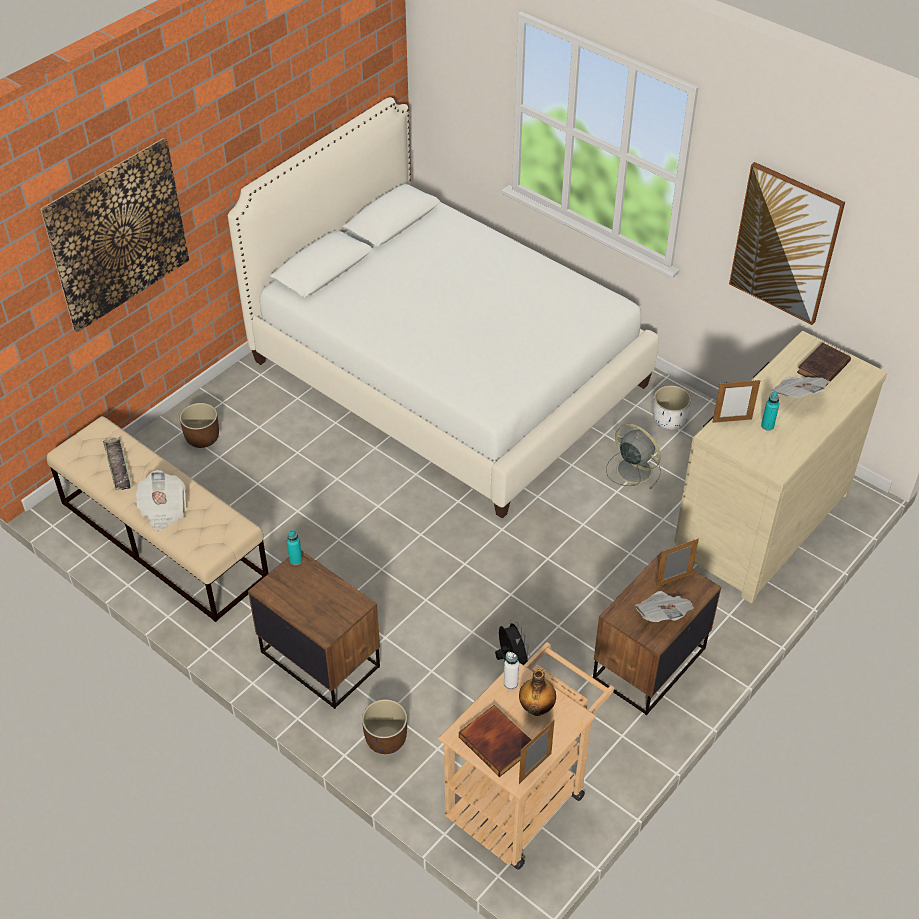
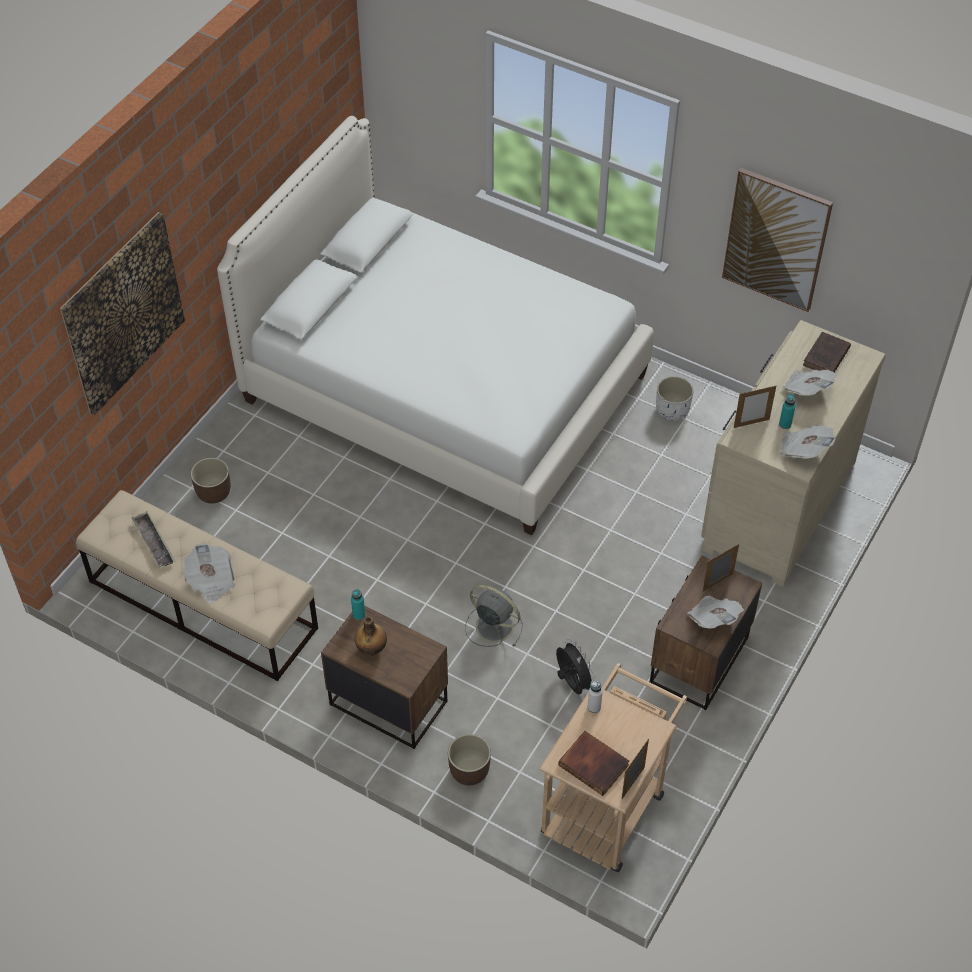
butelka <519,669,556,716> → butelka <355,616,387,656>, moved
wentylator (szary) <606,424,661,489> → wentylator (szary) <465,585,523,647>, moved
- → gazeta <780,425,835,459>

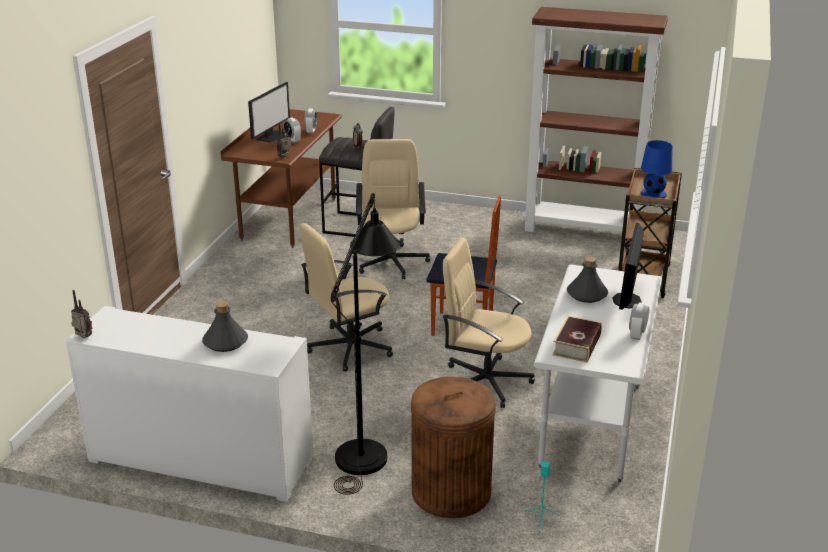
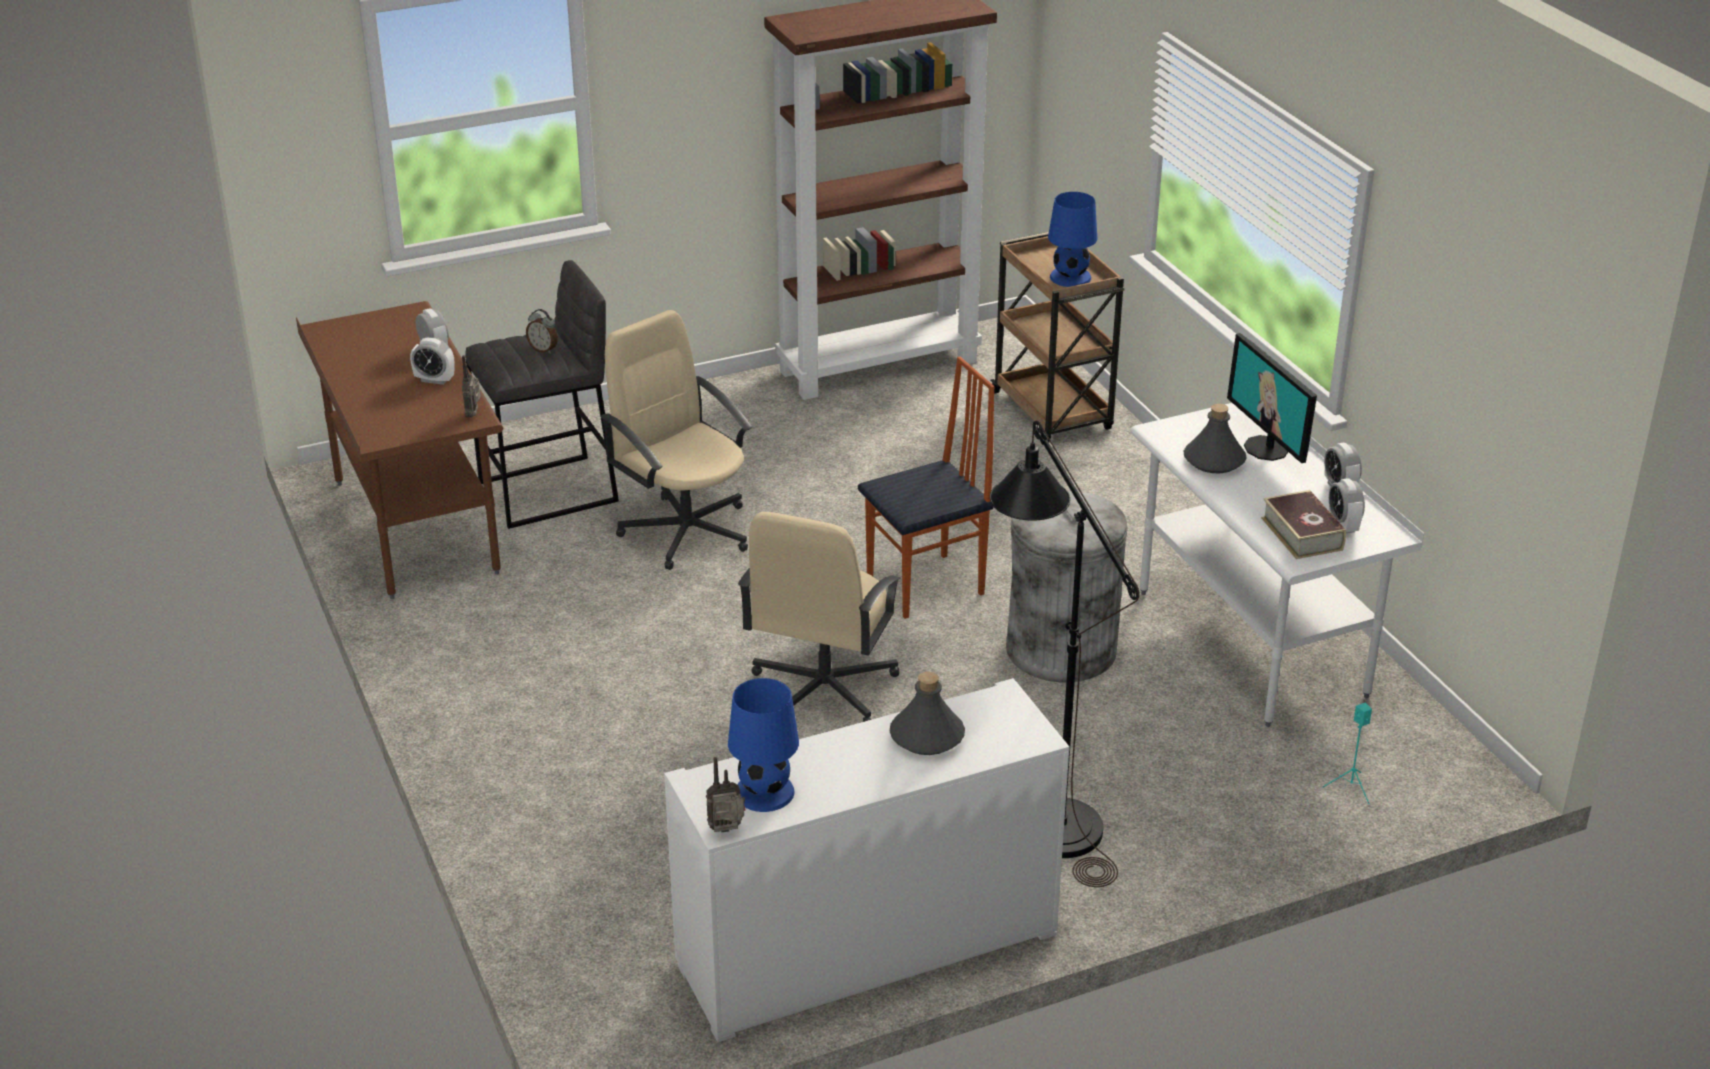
- → lampa stołowa (niebieski) <728,678,799,812>
krzesło biurowe (beżowy) <443,237,535,408> → kosz na śmieci (szary) <1006,490,1127,682>
- → budzik <1329,478,1365,533>
monitor <248,82,290,143> → -
kosz na śmieci (brązowy) <411,377,496,518> → -

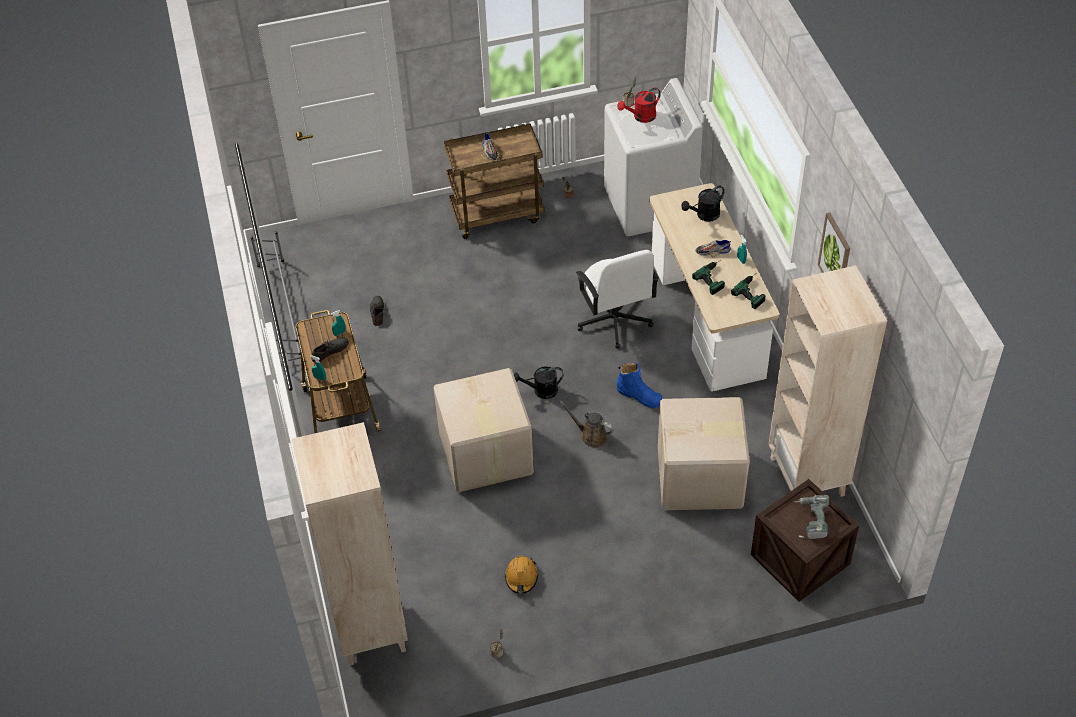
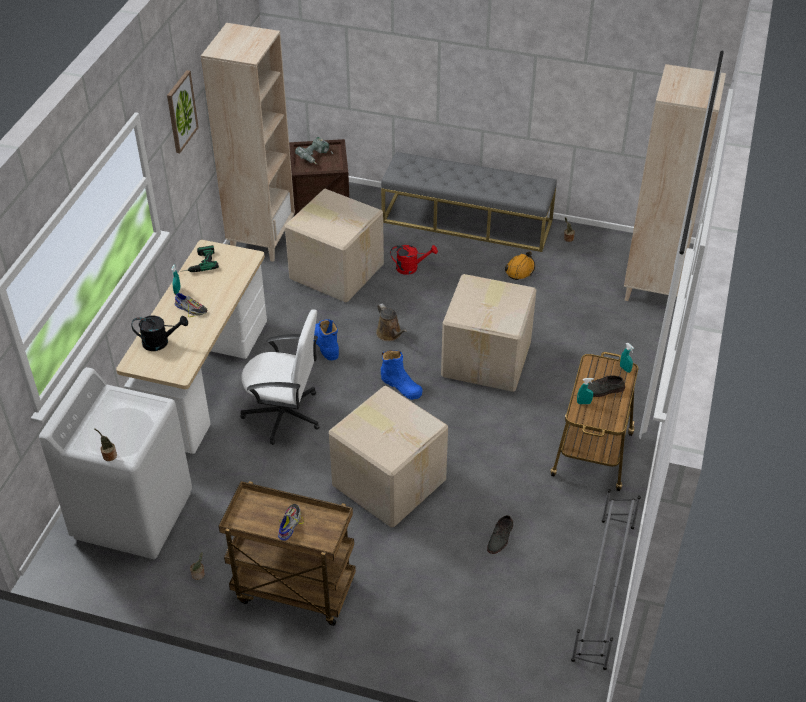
krzesło biurowe (biały) <576,250,659,349> → krzesło biurowe (biały) <241,309,320,445>, 90 degrees clockwise
- → karton <329,386,448,527>
- → ławka (szary) <381,152,557,252>
konewka (czarny) <514,366,563,399> → but z cholewką (niebieski) <381,350,423,400>
konewka (czerwony) <617,88,660,123> → konewka (czerwony) <391,245,438,275>, moved
wiertarka <692,260,725,295> → -

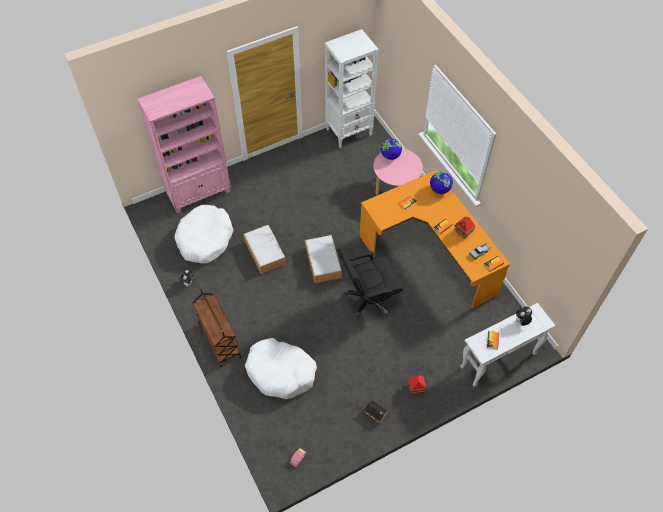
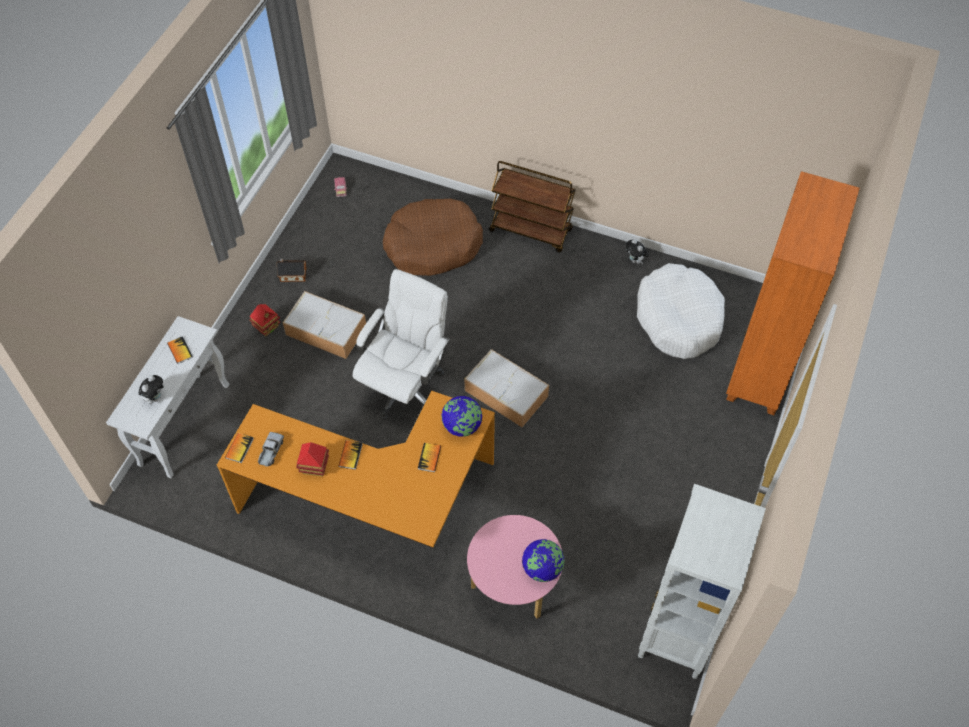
pojemnik do przechowywania <244,225,286,274> → pojemnik do przechowywania <283,291,366,359>, moved
krzesło biurowe (czarny) <338,248,403,320> → krzesło biurowe (biały) <353,269,450,421>
legowisko (biały) <245,338,317,399> → legowisko (brązowy) <383,199,483,276>
globus <430,171,453,194> → globus <441,396,482,437>, moved
regał (różowy) <138,76,231,213> → regał (pomarańczowy) <726,171,860,415>

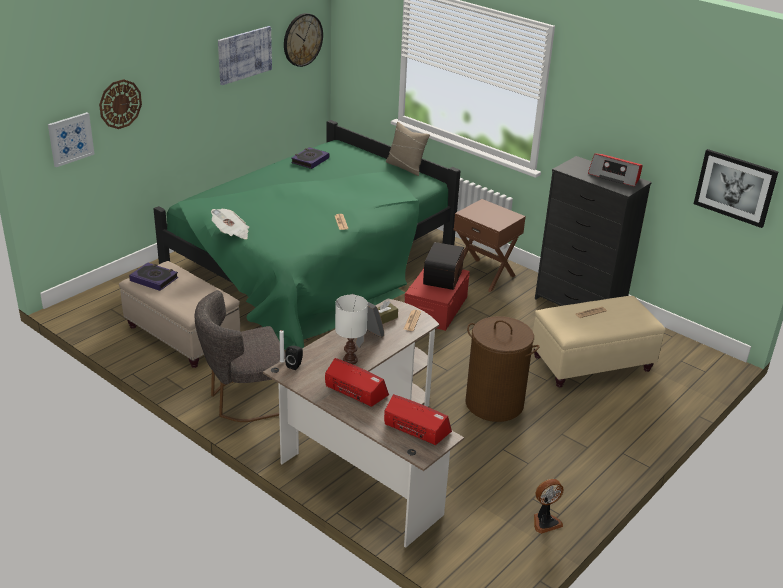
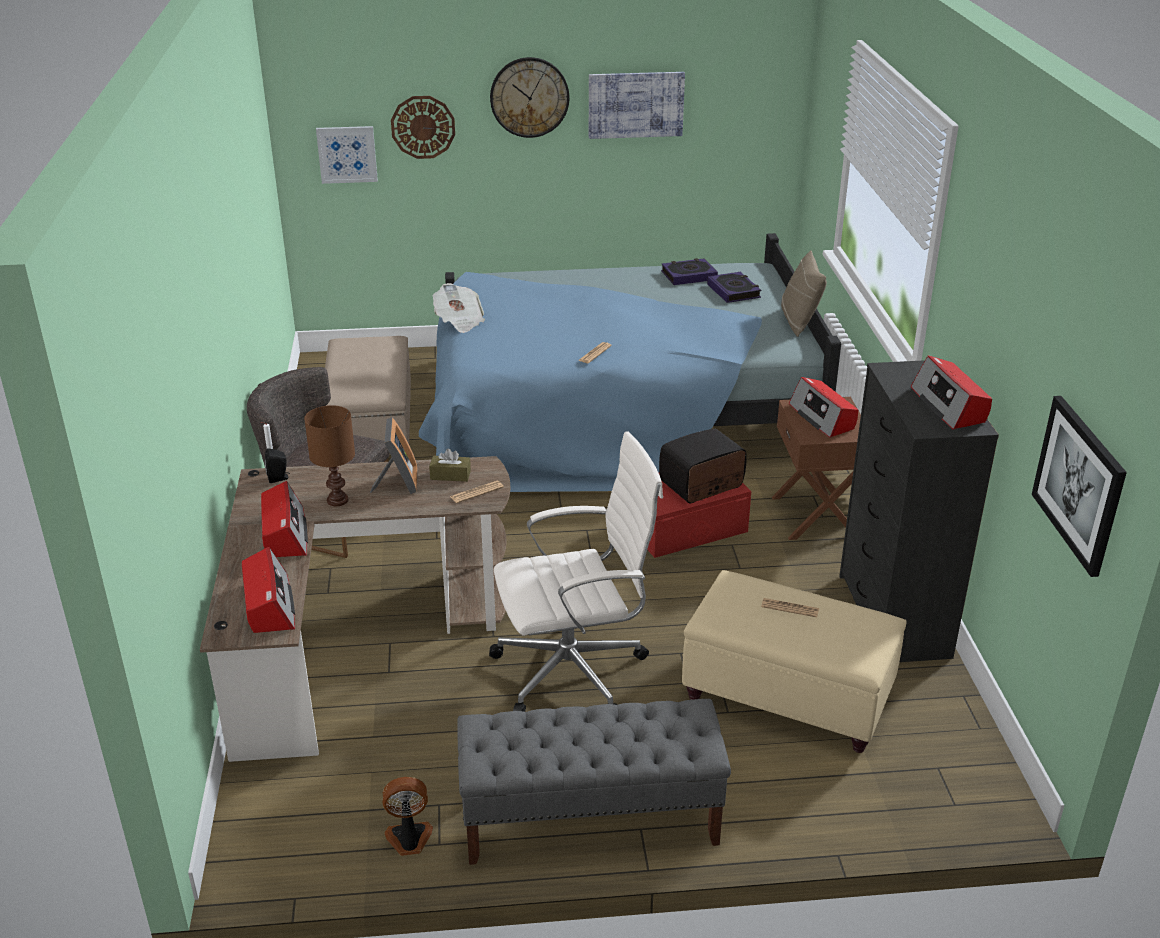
lampa stołowa (biały) <335,295,368,365> → lampa stołowa (brązowy) <304,405,355,506>
wentylator <534,479,564,534> → wentylator <383,777,433,856>, 150 degrees clockwise
łóżko (zielony) <154,120,461,350> → łóżko (niebieski) <419,233,842,492>
- → ławka (szary) <458,699,731,865>
kosz na pranie (brązowy) <465,316,540,422> → krzesło biurowe (biały) <489,431,663,712>
zegar ścienny <284,13,323,67> → zegar ścienny <490,57,569,138>, moved
książka <129,263,178,291> → książka <707,272,761,303>, moved
- → radio <789,377,858,438>

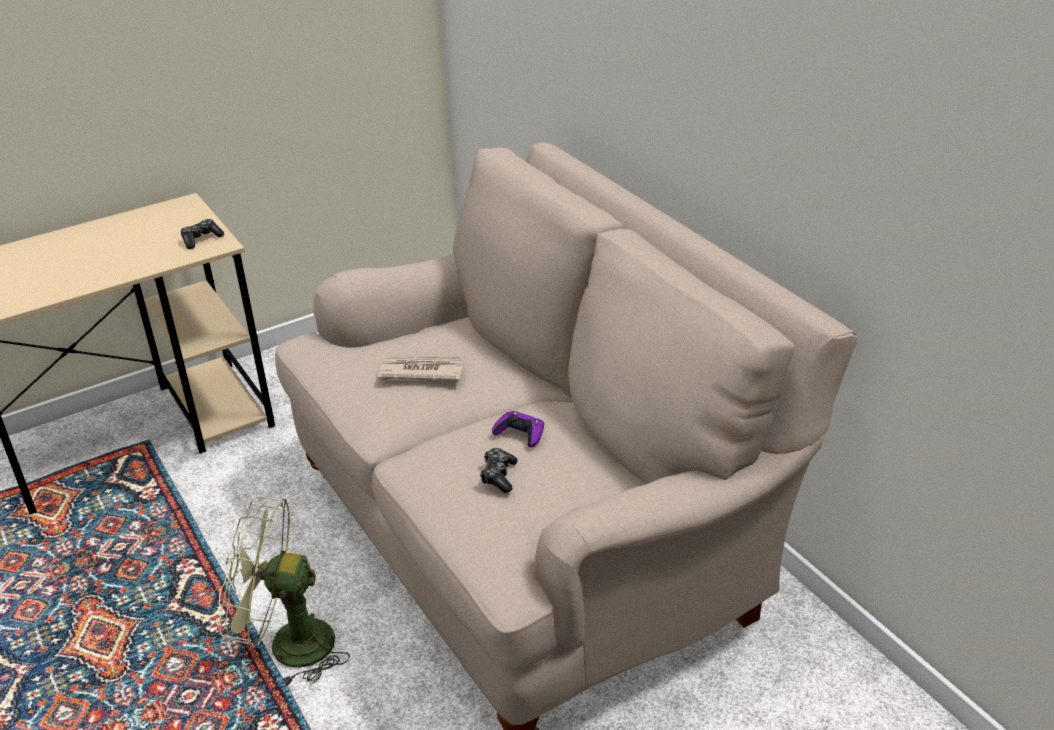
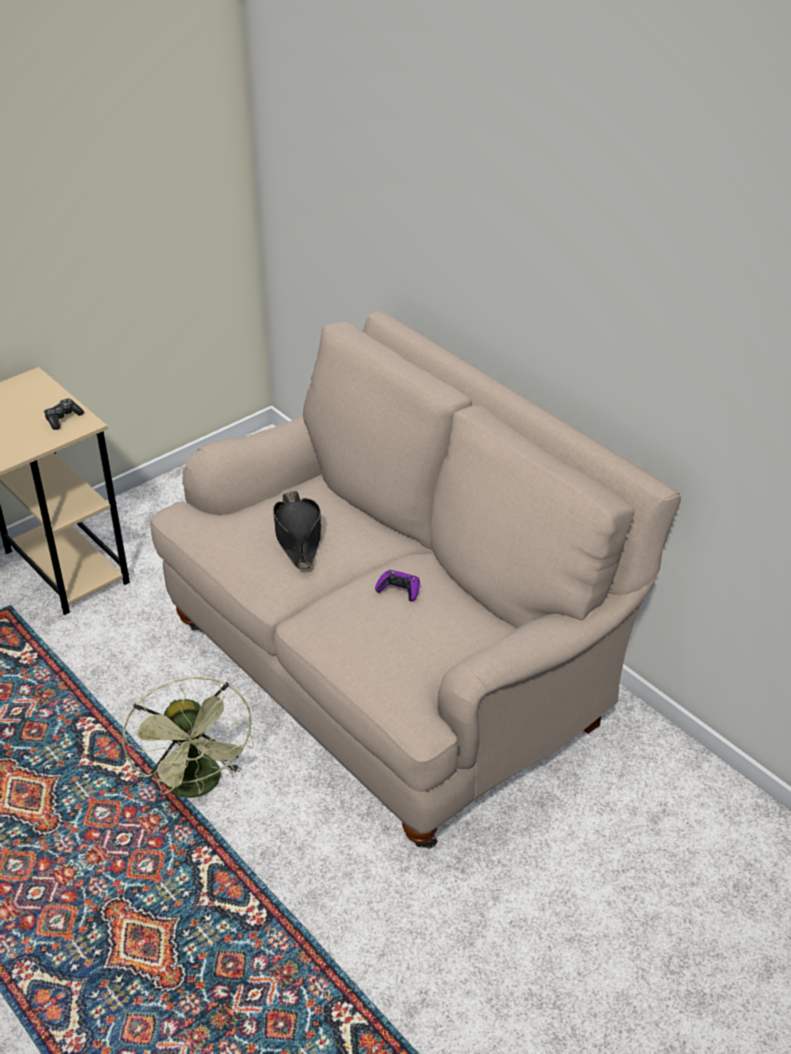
wentylator (zielony) <219,497,350,686> → wentylator (zielony) <122,677,254,798>, 105 degrees counterclockwise
gazeta <378,356,465,381> → kapelusz (czarny) <273,491,322,570>
pad do gier <480,448,518,493> → -

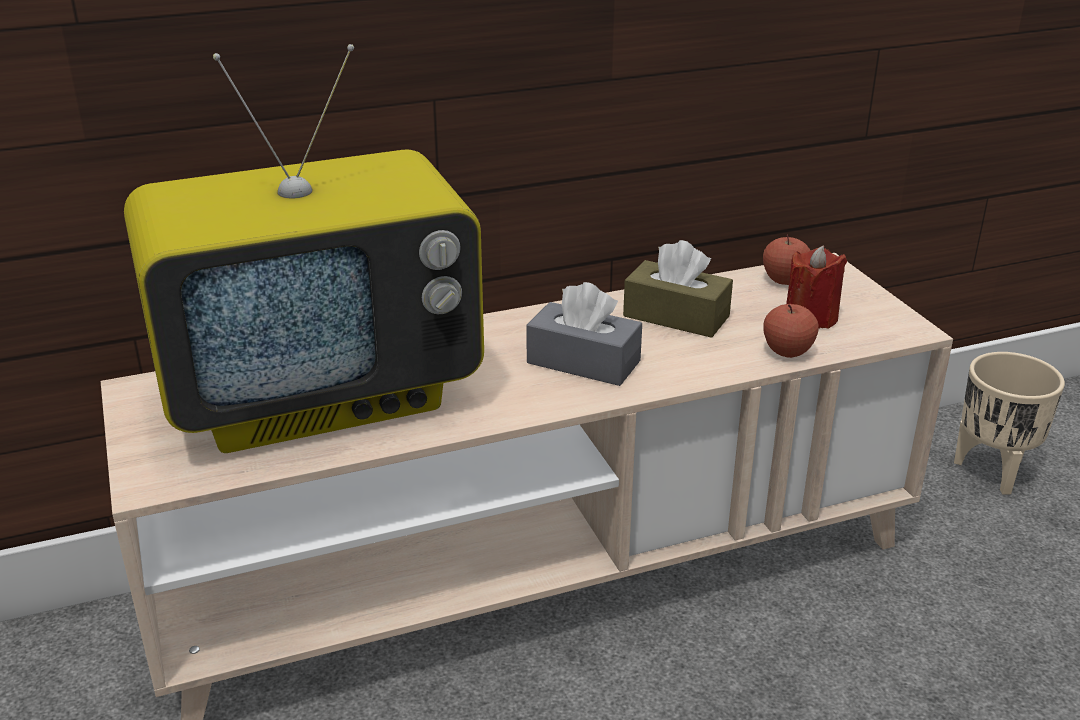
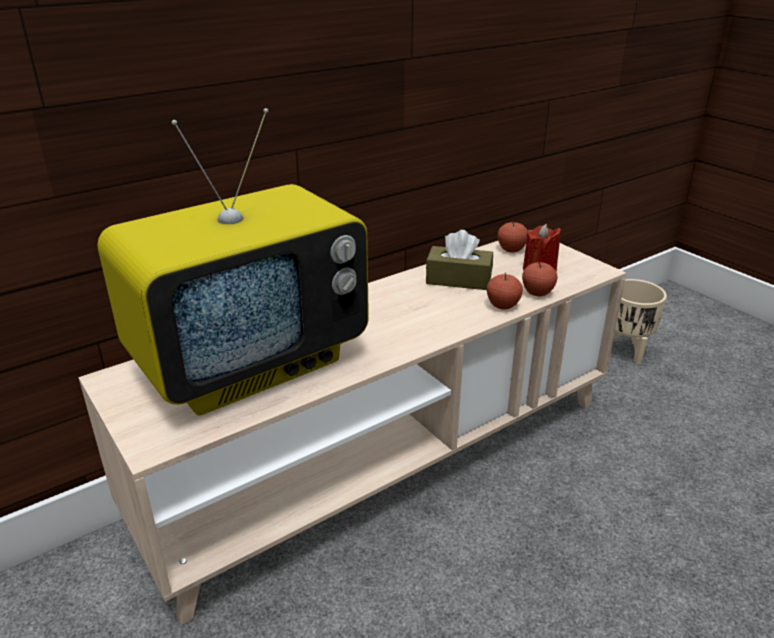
- → jabłko <487,272,523,310>
pudełko chusteczek (szary) <526,282,642,386> → -

